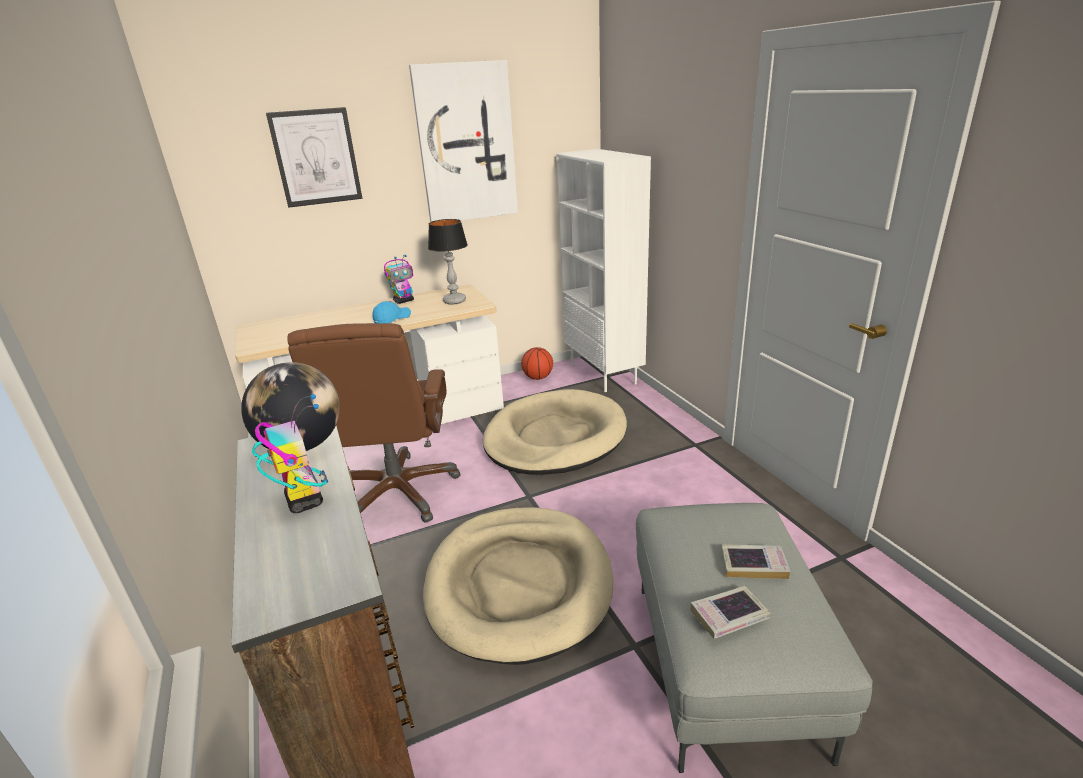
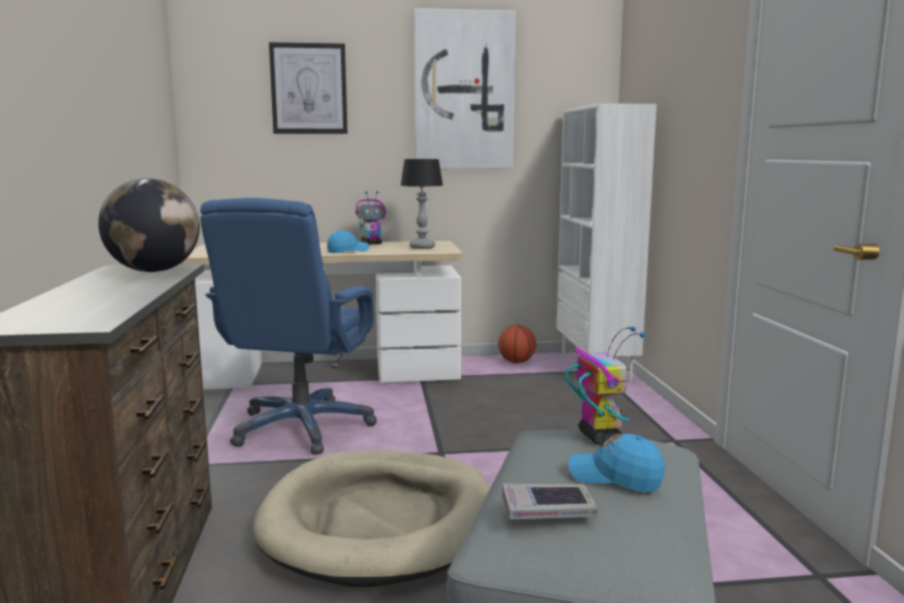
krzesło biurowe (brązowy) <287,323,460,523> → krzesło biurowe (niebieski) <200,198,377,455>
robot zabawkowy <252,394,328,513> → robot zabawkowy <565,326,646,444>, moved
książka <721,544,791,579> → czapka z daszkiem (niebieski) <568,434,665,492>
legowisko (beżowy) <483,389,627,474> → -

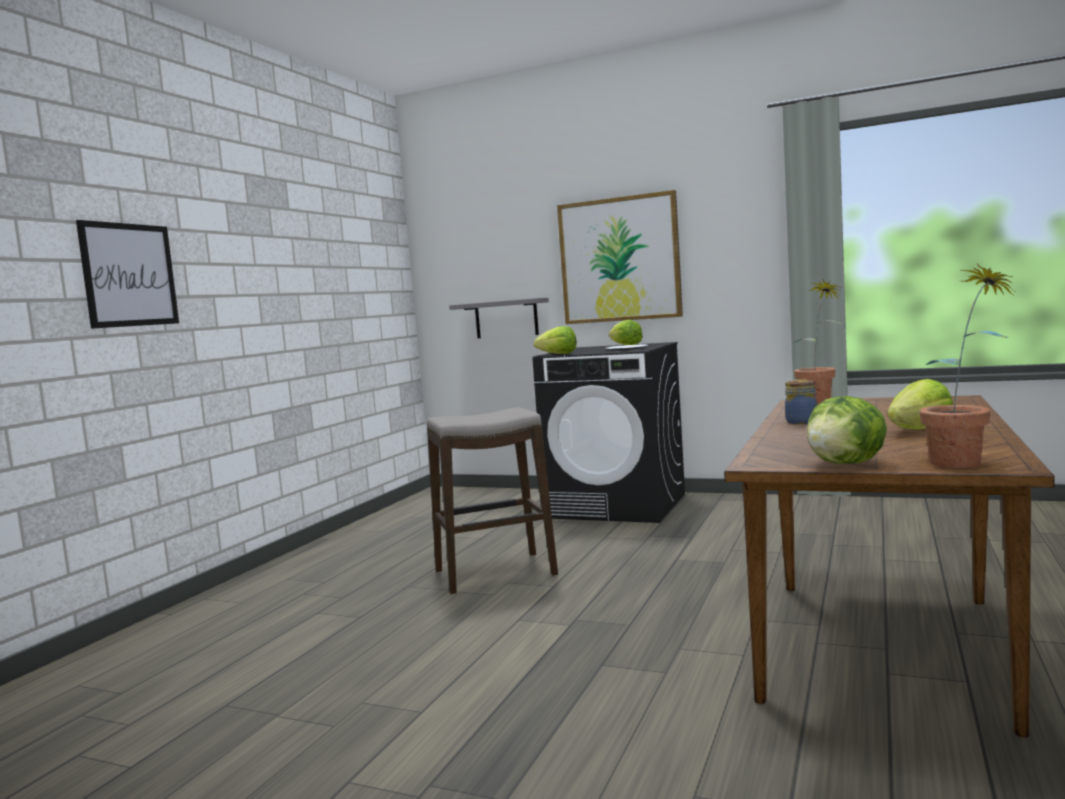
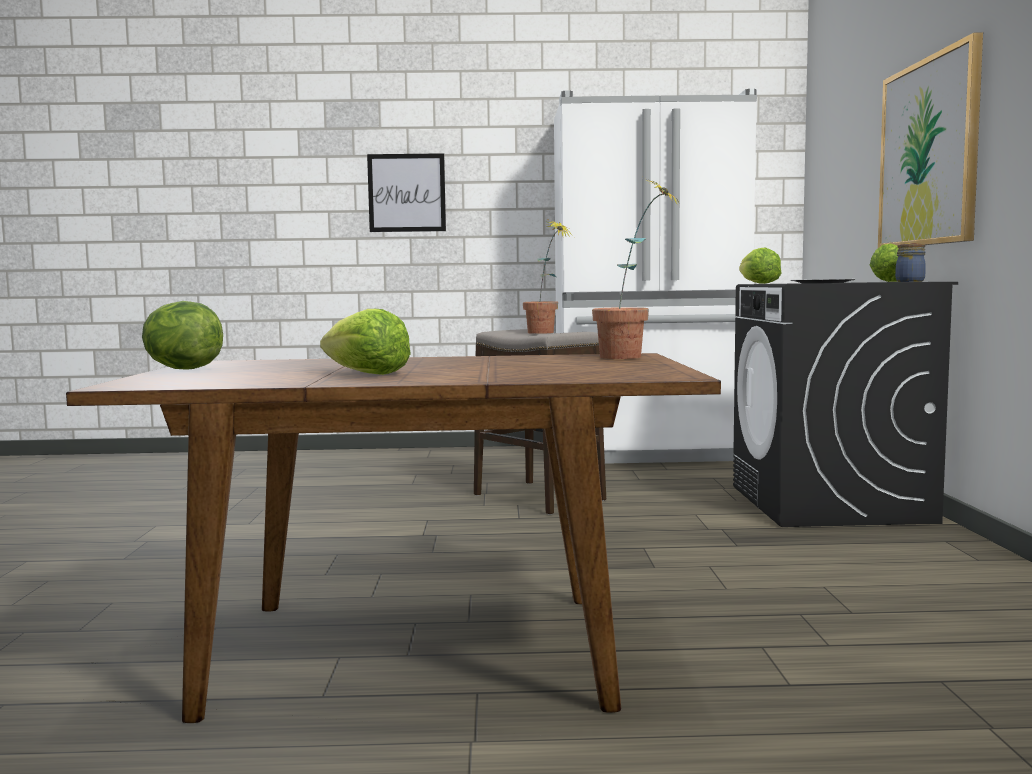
roślina doniczkowa <919,263,1014,468> → roślina doniczkowa <523,220,574,334>, moved
- → lodówka (biały) <554,89,757,464>
słoik <785,379,817,424> → słoik <895,243,926,282>, moved
półka (szary) <449,298,549,338> → -

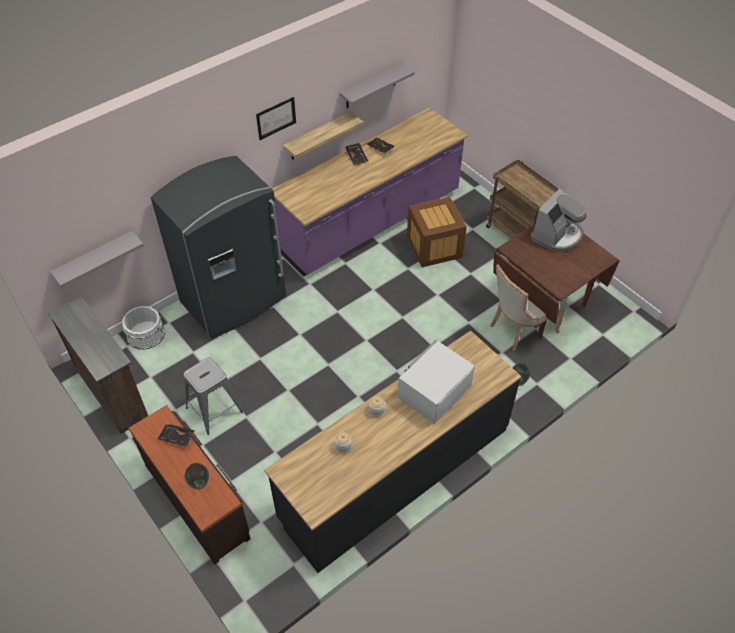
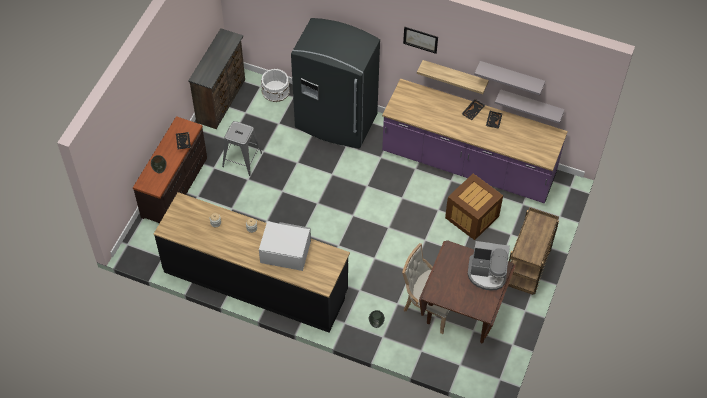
półka (szary) <50,231,144,288> → półka (szary) <495,89,565,124>, moved

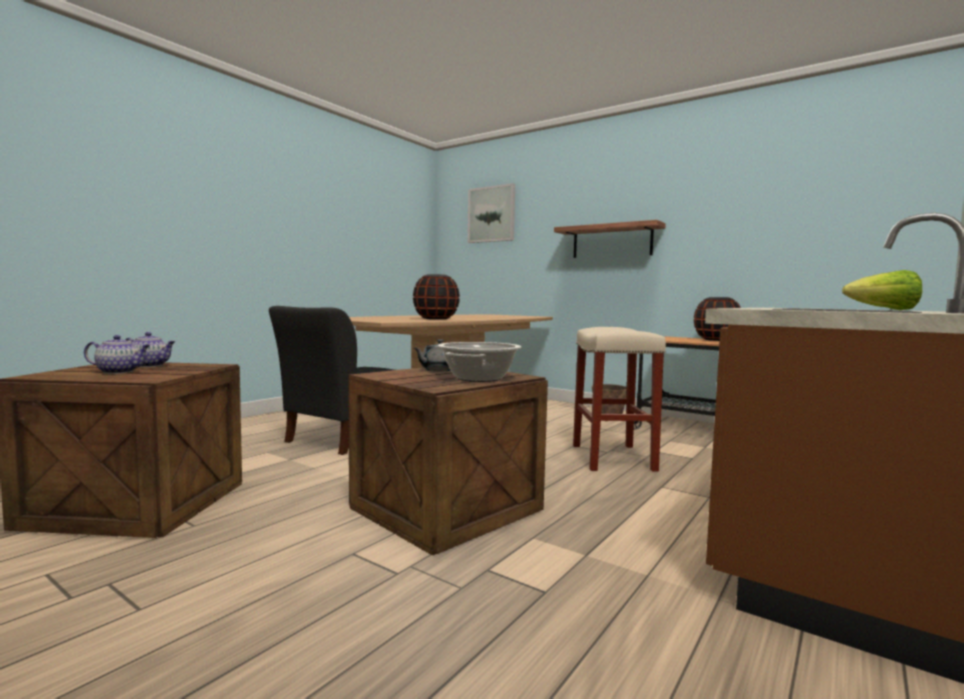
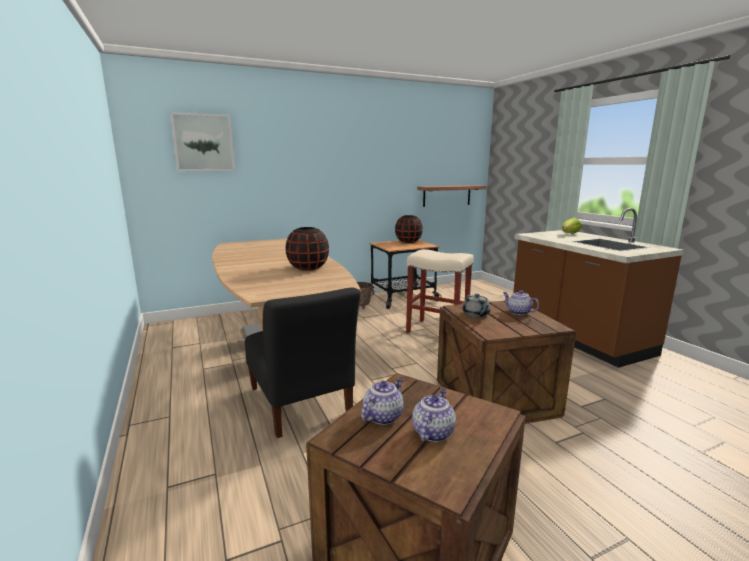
półka <554,220,666,258> → półka <417,185,487,207>, moved
garnek <438,342,521,382> → imbryk <503,290,539,315>

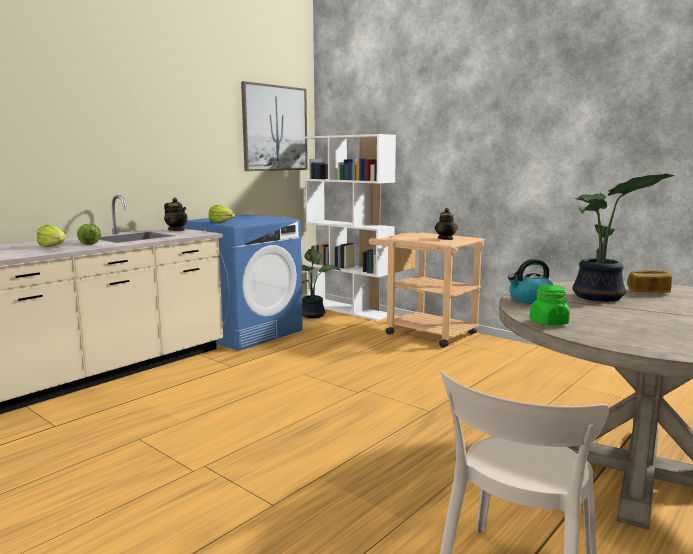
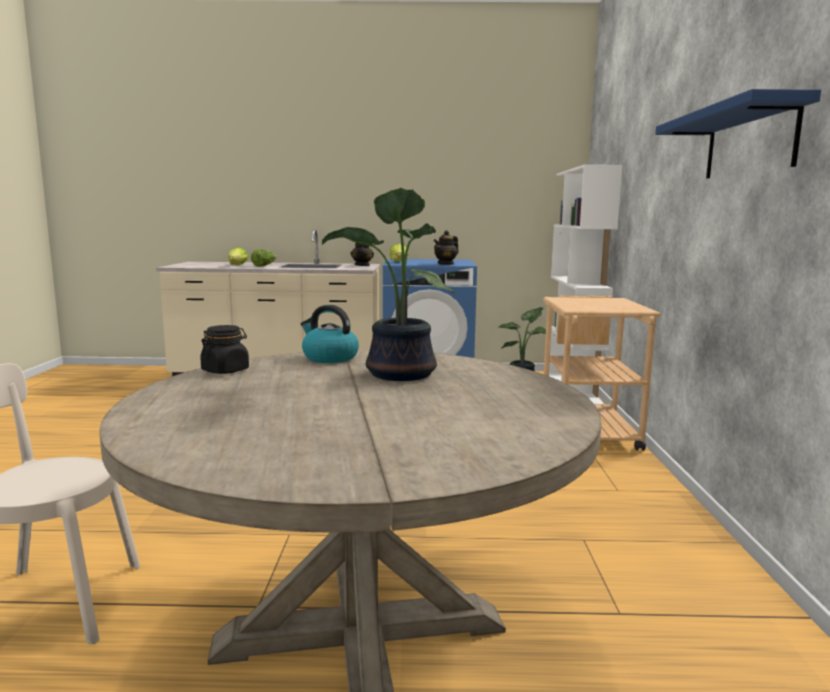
słoik (zielony) <530,285,570,326> → słoik (czarny) <200,325,249,374>
imbryk <435,208,458,240> → imbryk <434,230,459,265>, moved
- → półka (niebieski) <655,89,821,178>
obraz <241,81,308,171> → -
chleb <627,270,672,293> → -

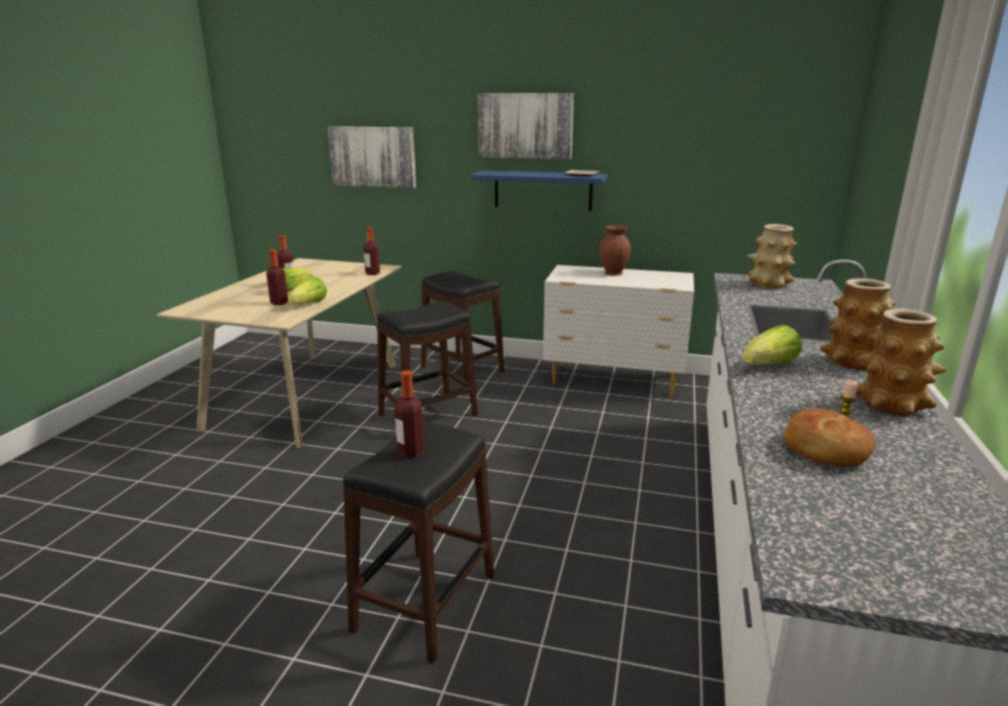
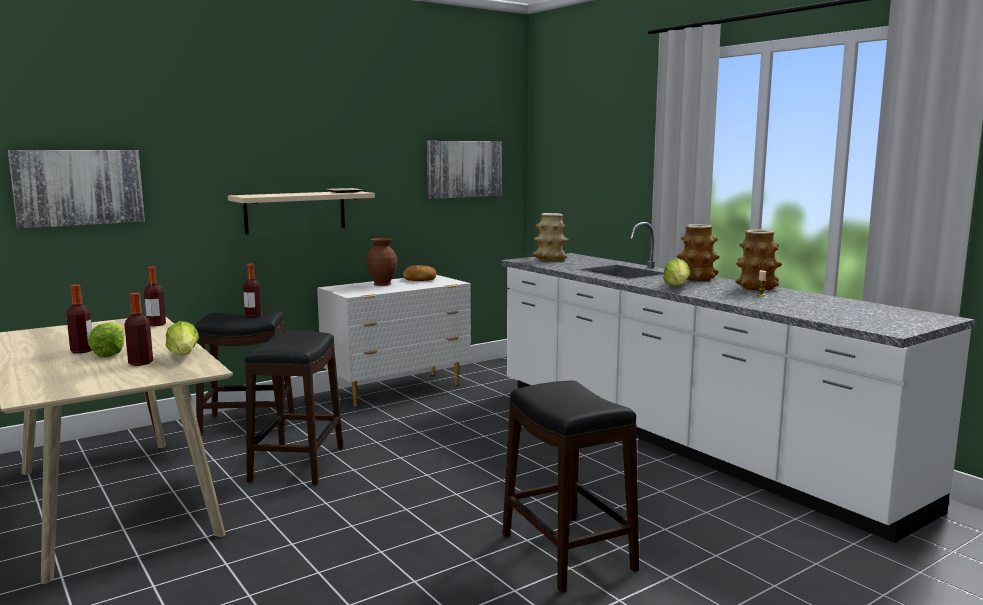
półka (niebieski) <471,170,607,211> → półka (beżowy) <228,191,375,235>
butelka <395,370,424,458> → butelka <243,264,262,317>, moved
chleb <783,409,876,467> → chleb <403,265,437,281>, moved
obraz <478,93,574,159> → obraz <427,141,502,199>, moved

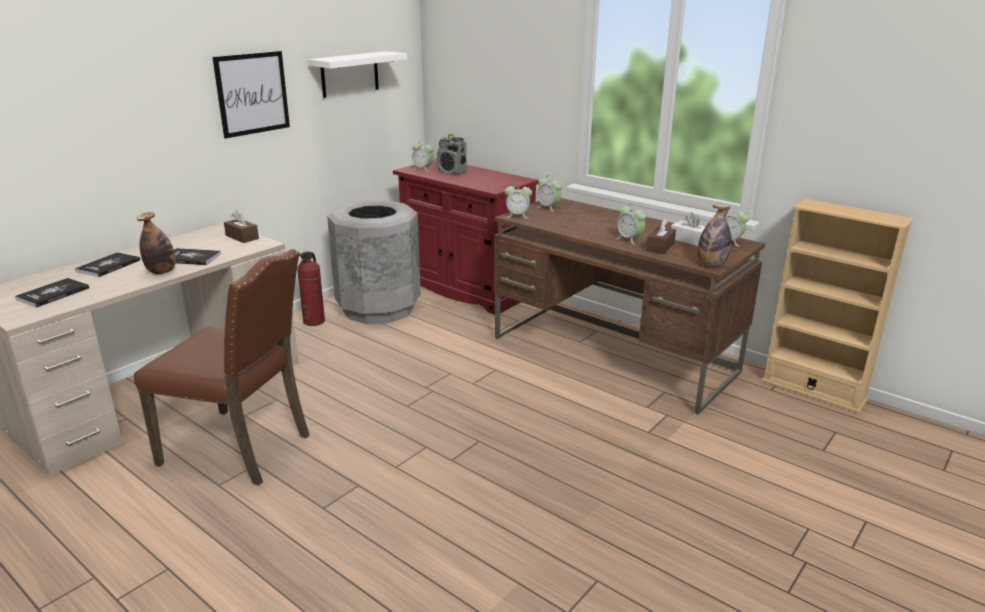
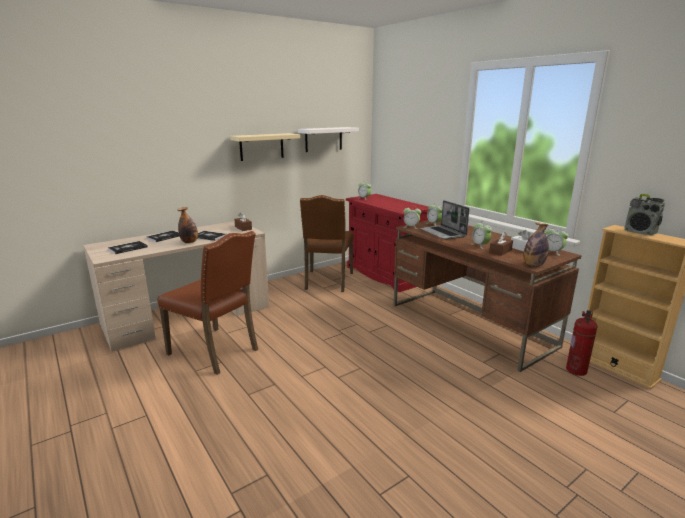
obraz <212,51,290,139> → półka (beżowy) <230,133,300,161>
kosz na śmieci (szary) <327,200,421,324> → krzesło (brązowy) <300,195,354,292>
- → laptop <420,200,469,240>
gaśnica <297,252,325,326> → gaśnica <566,310,597,376>, moved
radio <437,134,467,175> → radio <625,194,665,235>, moved

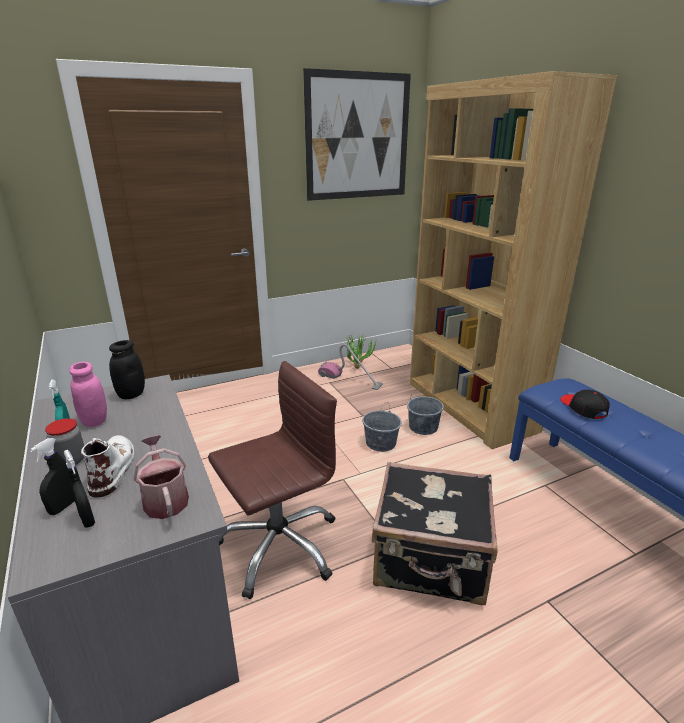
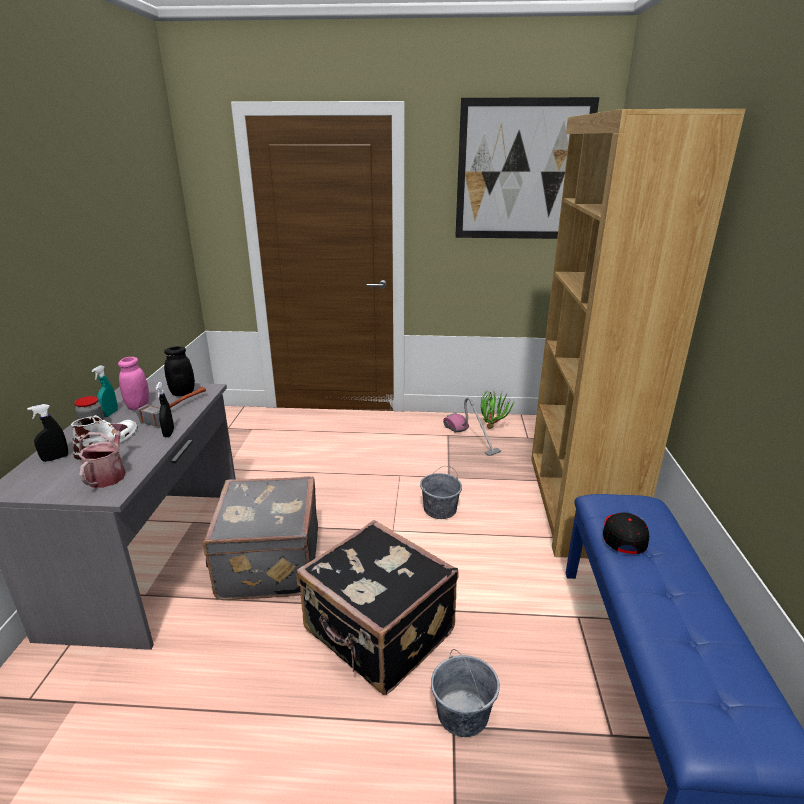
- → młotek <136,386,206,428>
spryskiwacz (czarny) <64,450,95,528> → spryskiwacz (czarny) <155,382,174,437>, moved
krzesło biurowe (brązowy) <208,361,337,599> → walizka (szary) <203,476,318,600>
wiadro (szary) <407,388,444,435> → wiadro (szary) <431,649,500,737>, moved

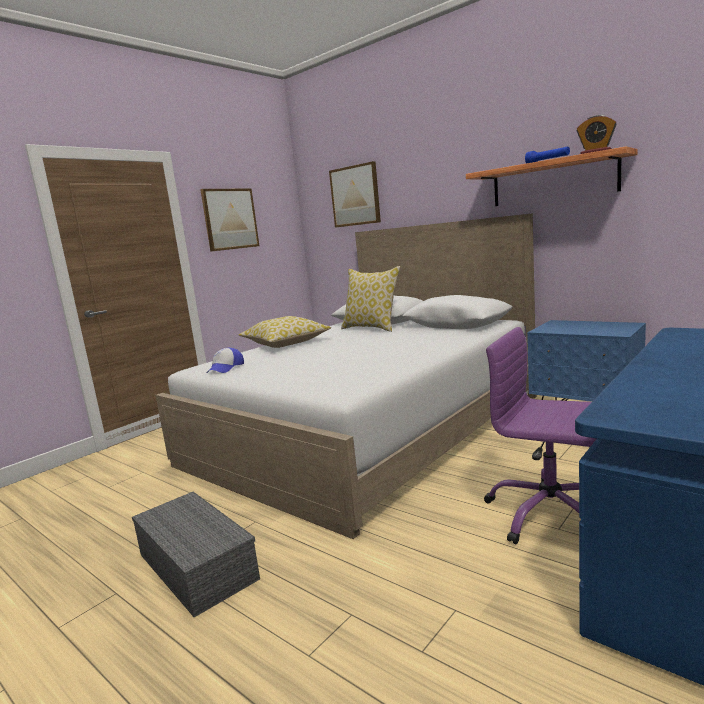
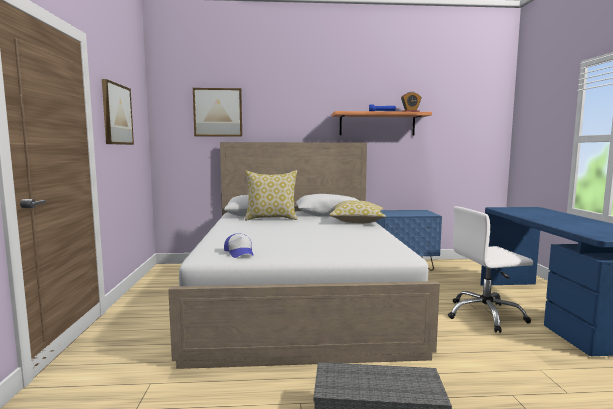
poduszka <239,316,331,348> → poduszka <329,200,386,223>, moved
krzesło biurowe (fioletowy) <484,327,596,544> → krzesło biurowe (biały) <448,206,533,333>

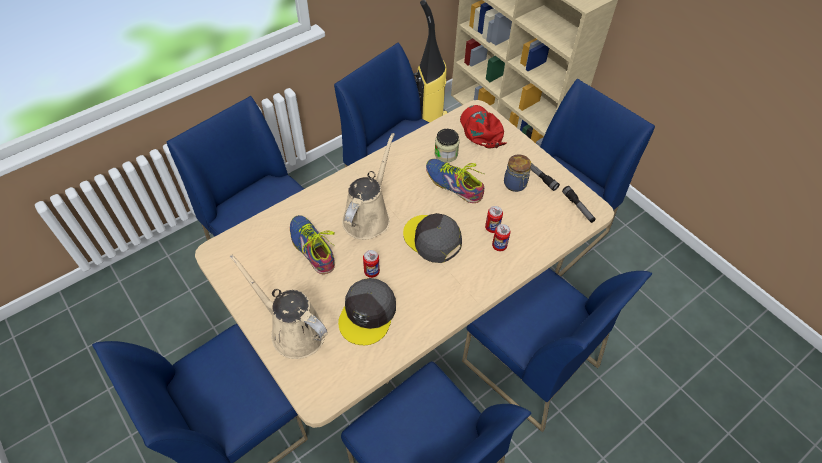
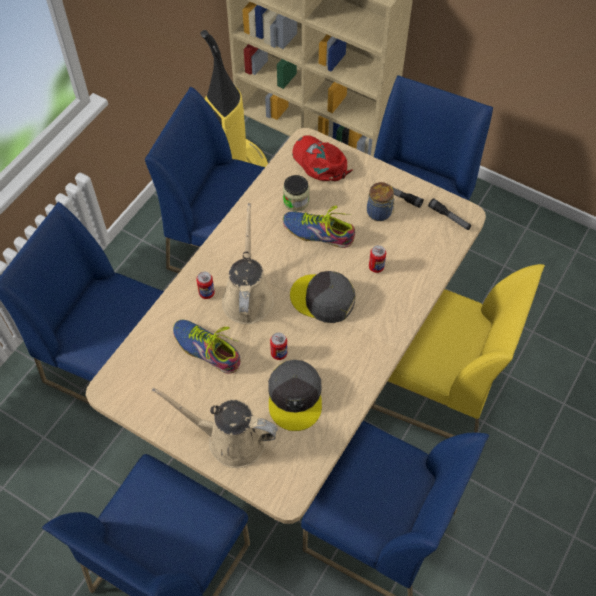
puszka <492,224,511,251> → puszka <196,272,215,299>, moved
krzesło (niebieski) <462,268,652,432> → krzesło (żółty) <371,264,545,438>

